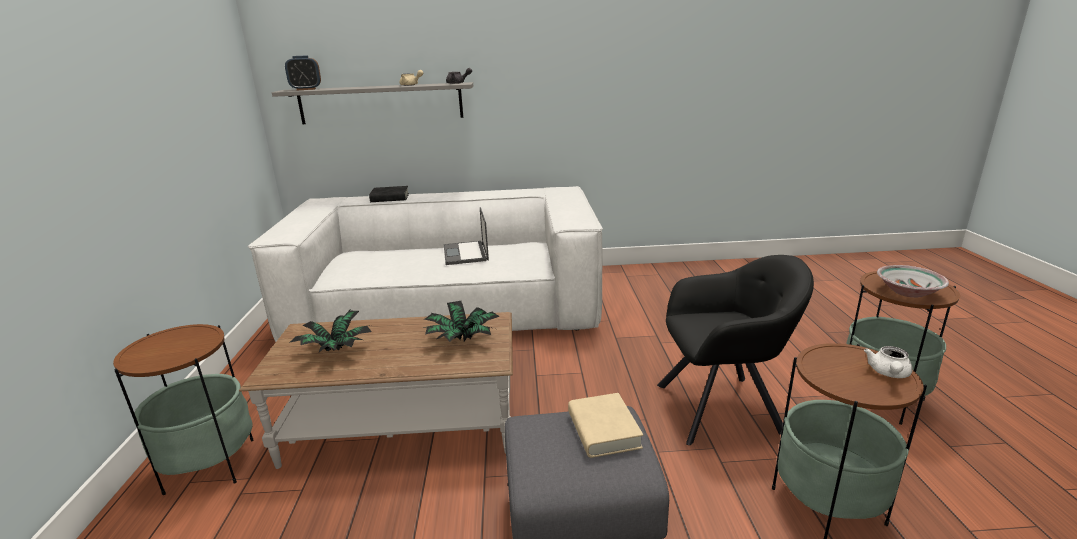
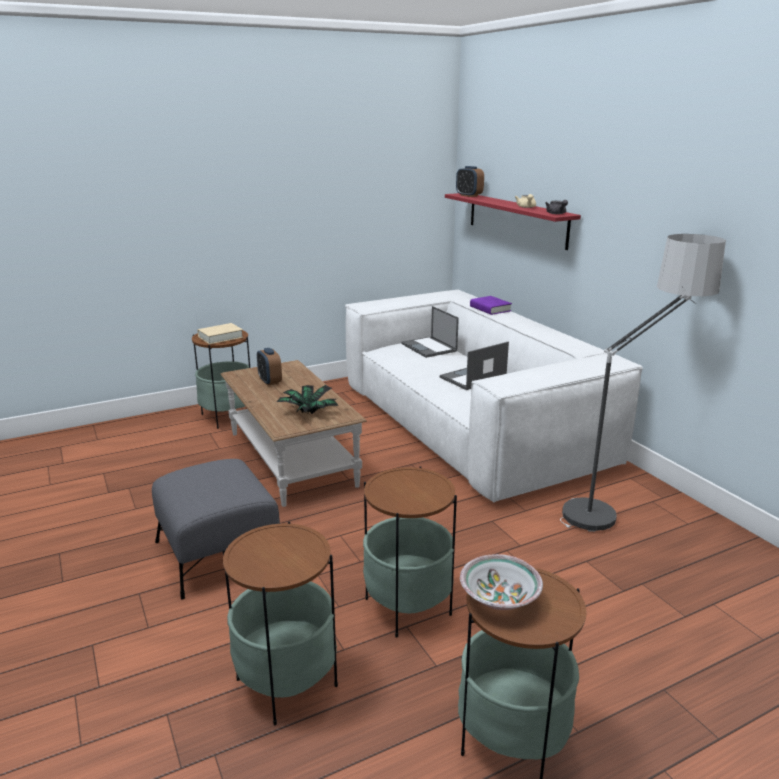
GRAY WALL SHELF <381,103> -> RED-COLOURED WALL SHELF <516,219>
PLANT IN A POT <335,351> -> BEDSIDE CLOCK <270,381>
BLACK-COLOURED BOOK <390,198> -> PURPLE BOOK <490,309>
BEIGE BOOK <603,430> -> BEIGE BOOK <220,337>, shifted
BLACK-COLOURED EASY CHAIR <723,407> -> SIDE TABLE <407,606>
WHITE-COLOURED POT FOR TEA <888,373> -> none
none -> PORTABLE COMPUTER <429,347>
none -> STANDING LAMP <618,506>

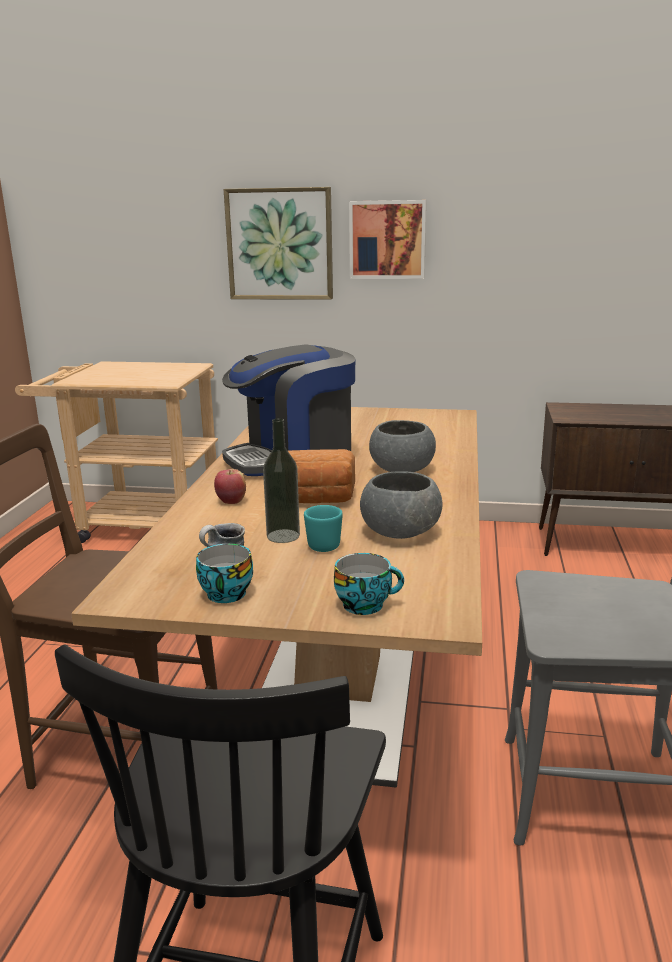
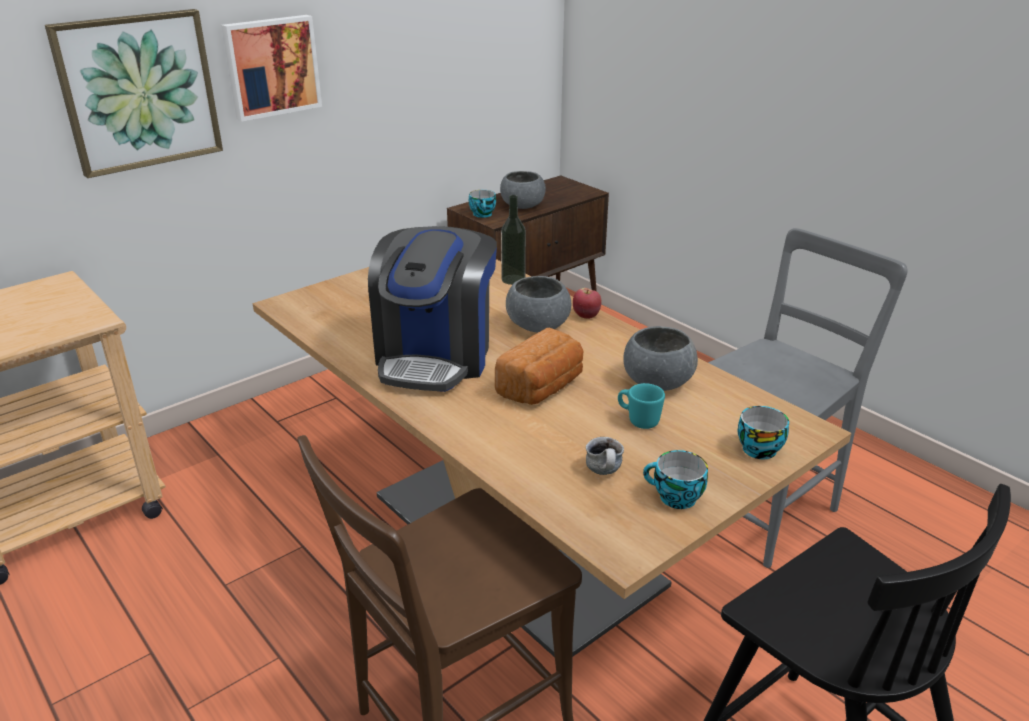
WHOLE APPLE <231,501> -> WHOLE APPLE <586,316>, shifted
BOTTLE <283,536> -> BOTTLE <513,279>, shifted
none -> SMALL CUP <483,215>
none -> GRAY SERVING BOWL <522,206>

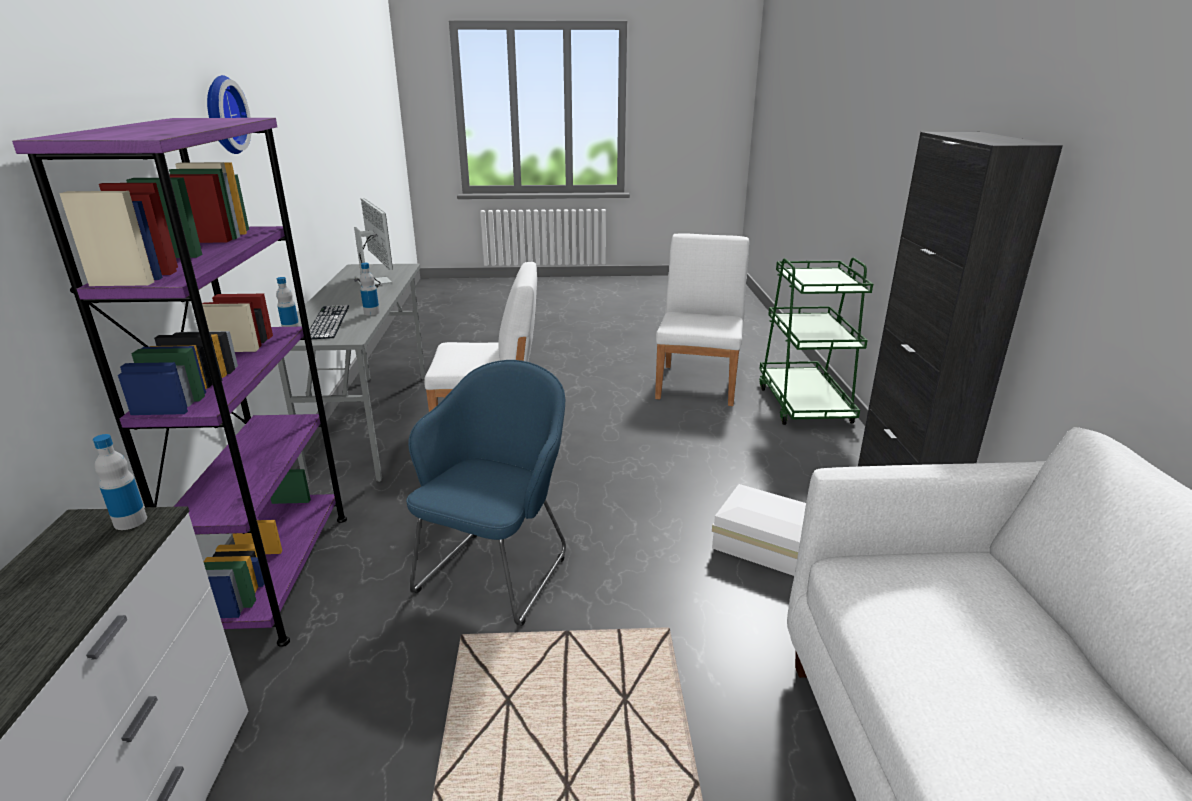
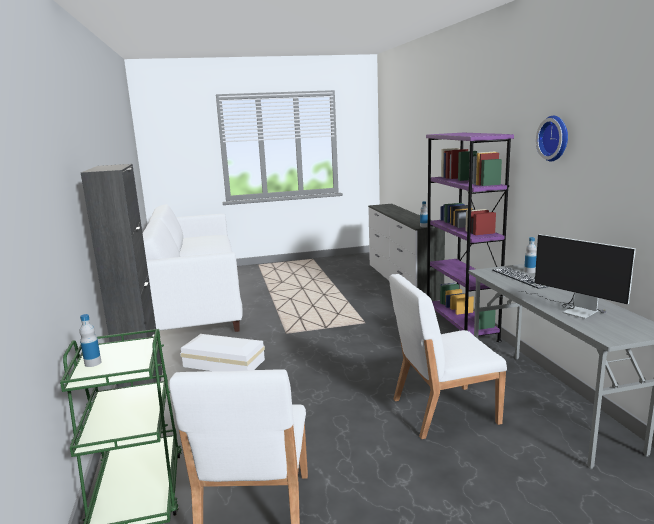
BOTTLE <371,313> -> BOTTLE <93,363>, shifted
BLUE-COLOURED EASY CHAIR <498,569> -> none

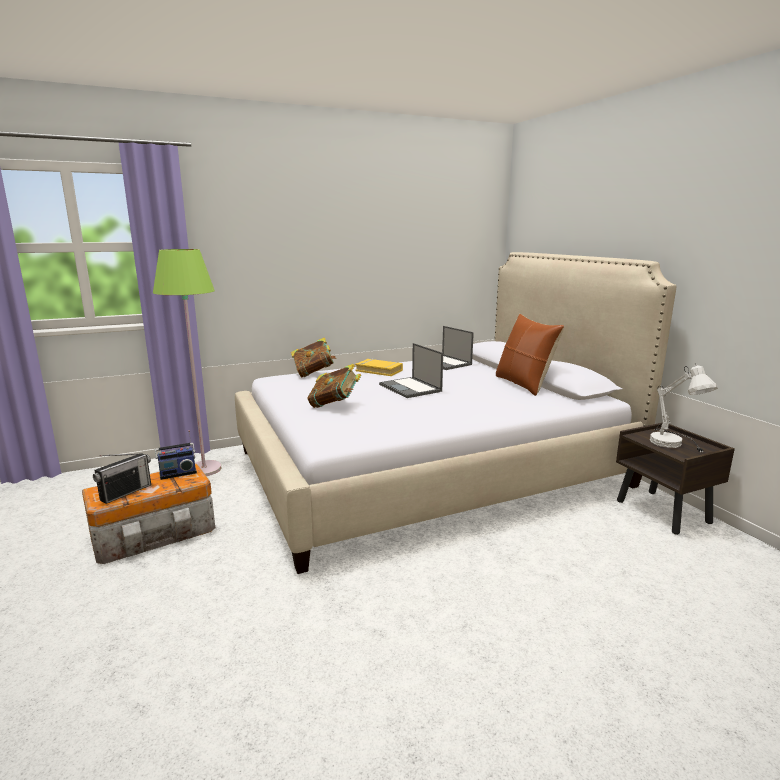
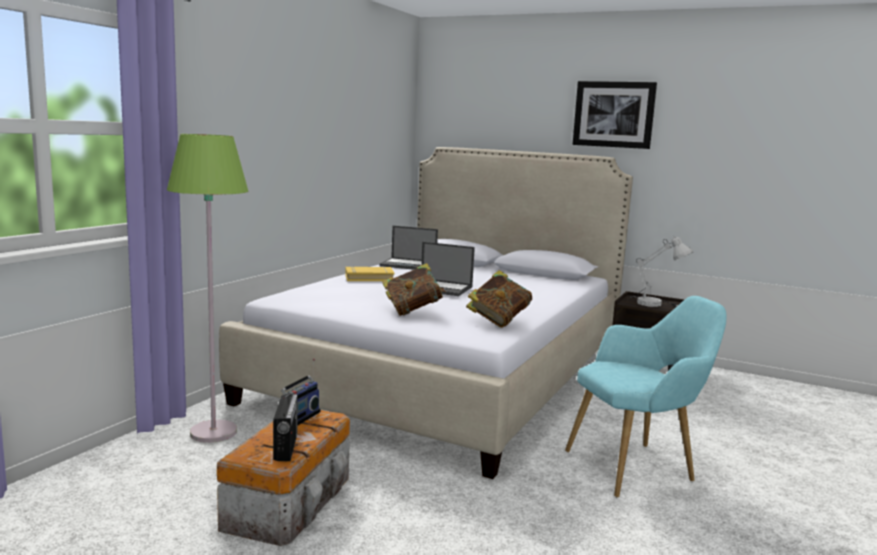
BOOK <314,374> -> BOOK <498,321>, shifted
BROWNISH THROW PILLOW <524,384> -> none
none -> TURQUOISE EASY CHAIR <637,467>
none -> WALL PICTURE <613,114>

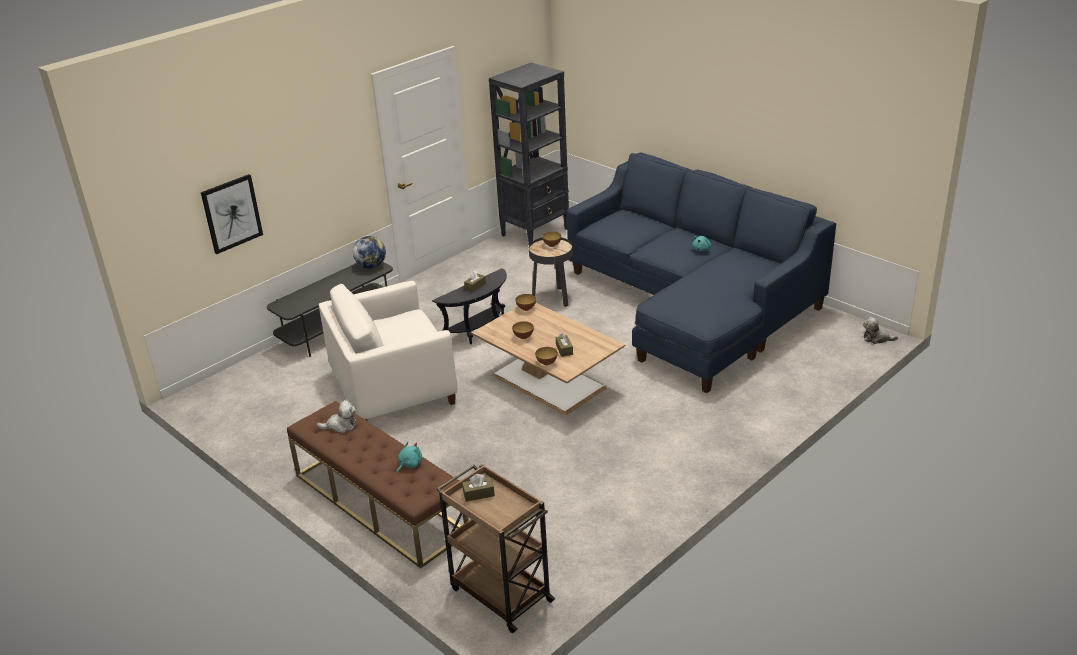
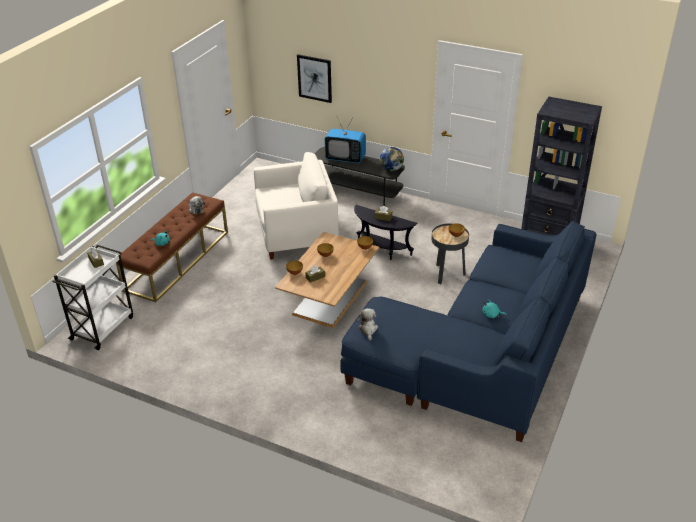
WHITE-COLOURED EASY CHAIR <393,388> -> WHITE-COLOURED EASY CHAIR <296,233>, 120 degrees clockwise
BROWNISH TROLLEY <499,593> -> WHITE-COLOURED TROLLEY <103,327>
CUDDLY TOY <876,338> -> CUDDLY TOY <368,329>, shifted
none -> TV SET <345,158>

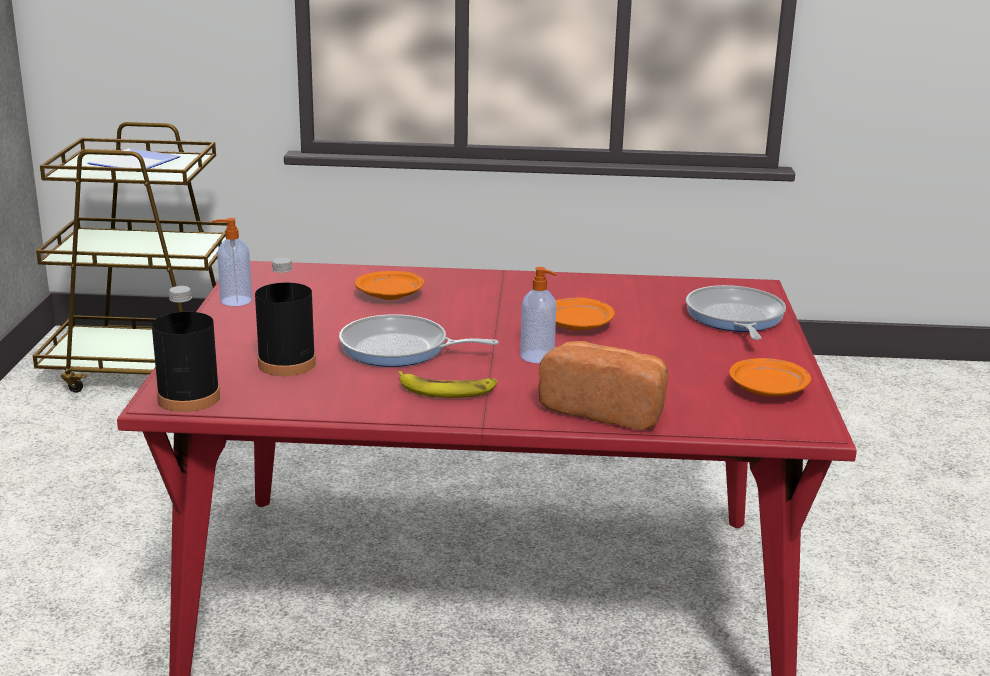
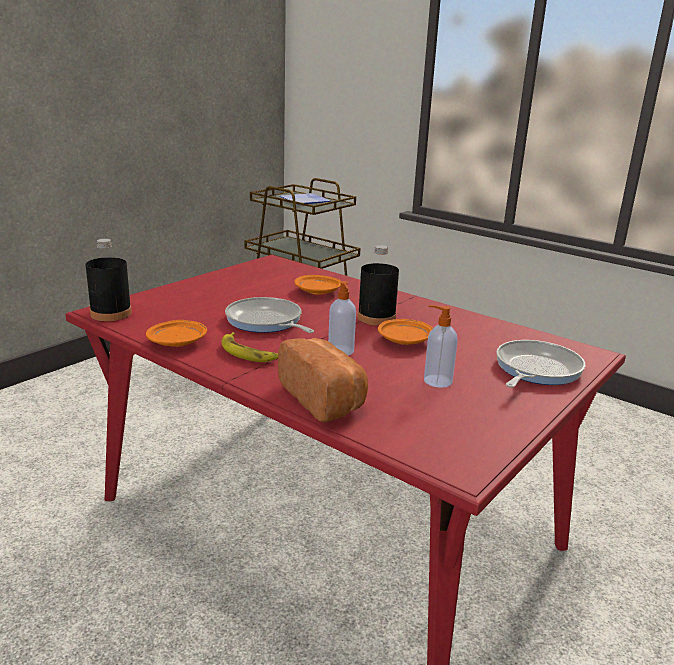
SOAP BOTTLE <235,301> -> SOAP BOTTLE <436,381>, shifted
BLACK-COLOURED BOTTLE <287,364> -> BLACK-COLOURED BOTTLE <376,318>, shifted
ORANGEY FLAT DISH <768,389> -> ORANGEY FLAT DISH <178,342>, shifted

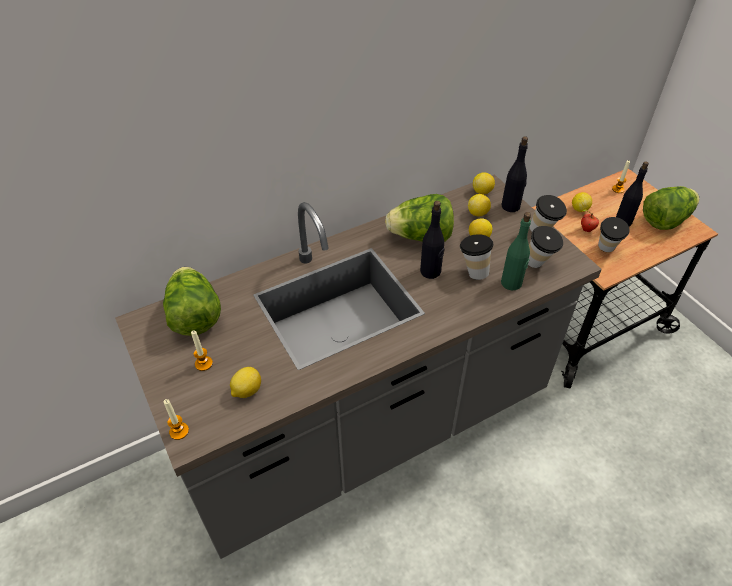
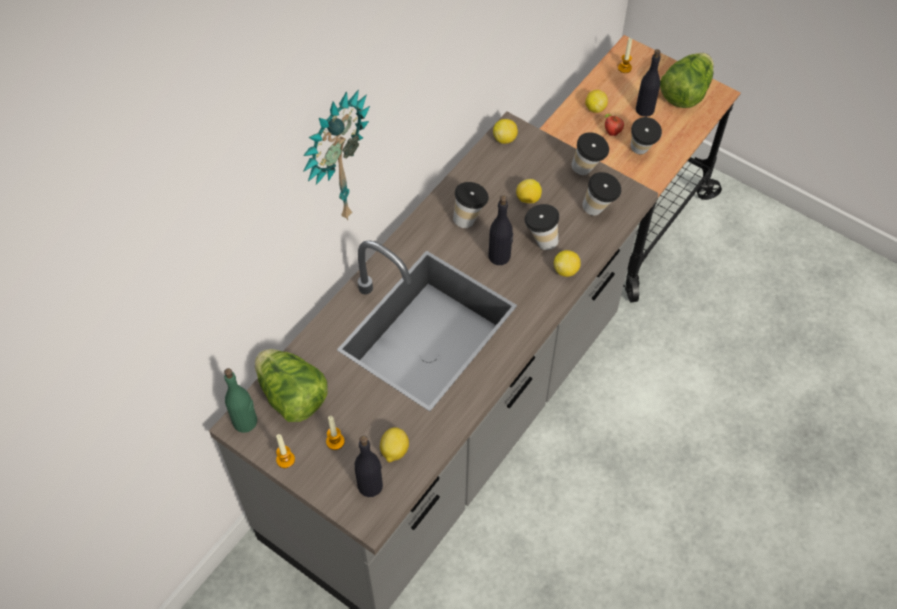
WAX LIGHT <179,431> -> WAX LIGHT <285,459>, shifted
HEAD OF LETTUCE <421,237> -> SMALL CUP <469,218>
LEMON <478,213> -> LEMON <566,270>, shifted
GREEN-COLOURED BOTTLE <511,283> -> GREEN-COLOURED BOTTLE <245,422>, shifted
BLACK-COLOURED BOTTLE <511,206> -> BLACK-COLOURED BOTTLE <370,485>, shifted
none -> HANGING CLOCK <334,161>

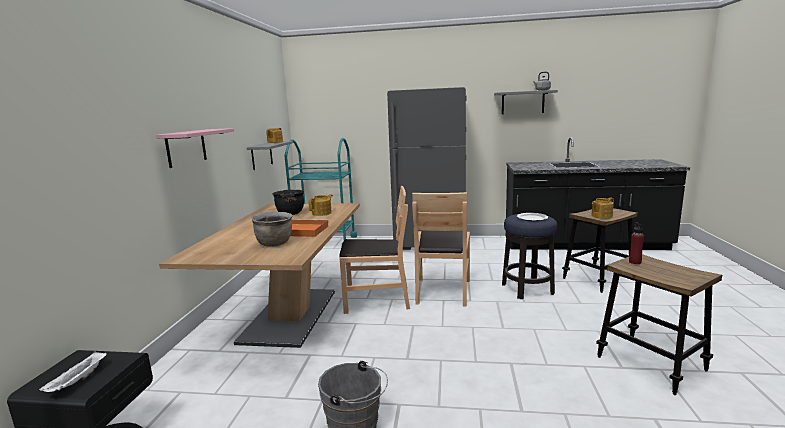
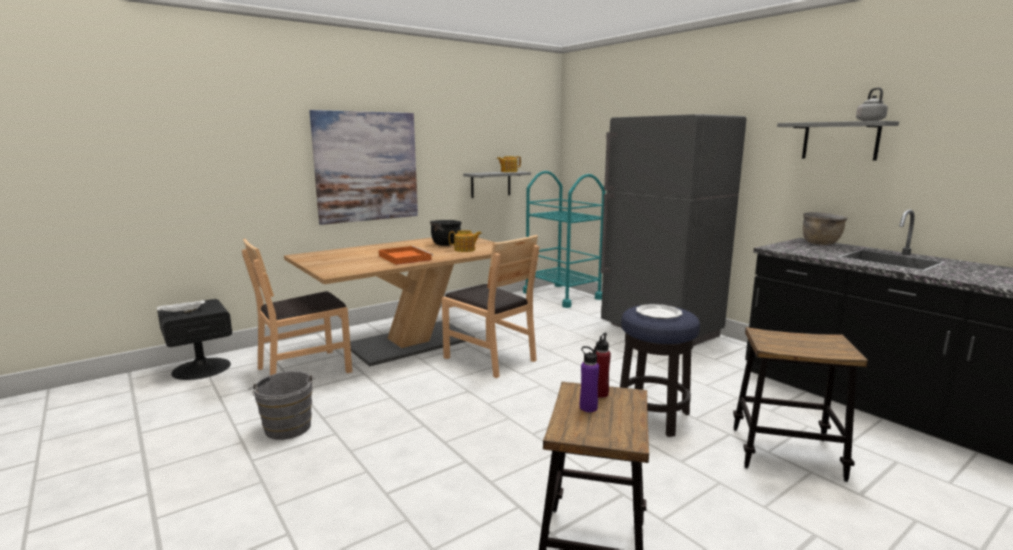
PINKISH WALL SHELF <186,147> -> WALL PICTURE <367,167>
BROWNISH SAUCEPOT <275,244> -> BROWNISH SAUCEPOT <821,243>, shifted
BROWNISH UPRIGHT CHAIR <442,291> -> BROWNISH UPRIGHT CHAIR <304,369>, shifted
POT FOR TEA <601,216> -> none
none -> PURPLE BOTTLE <588,408>

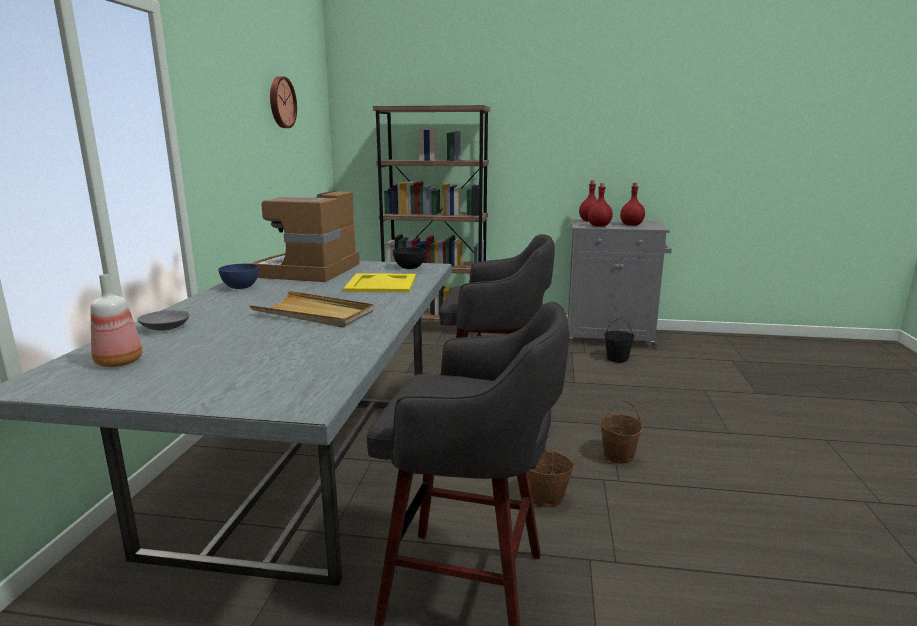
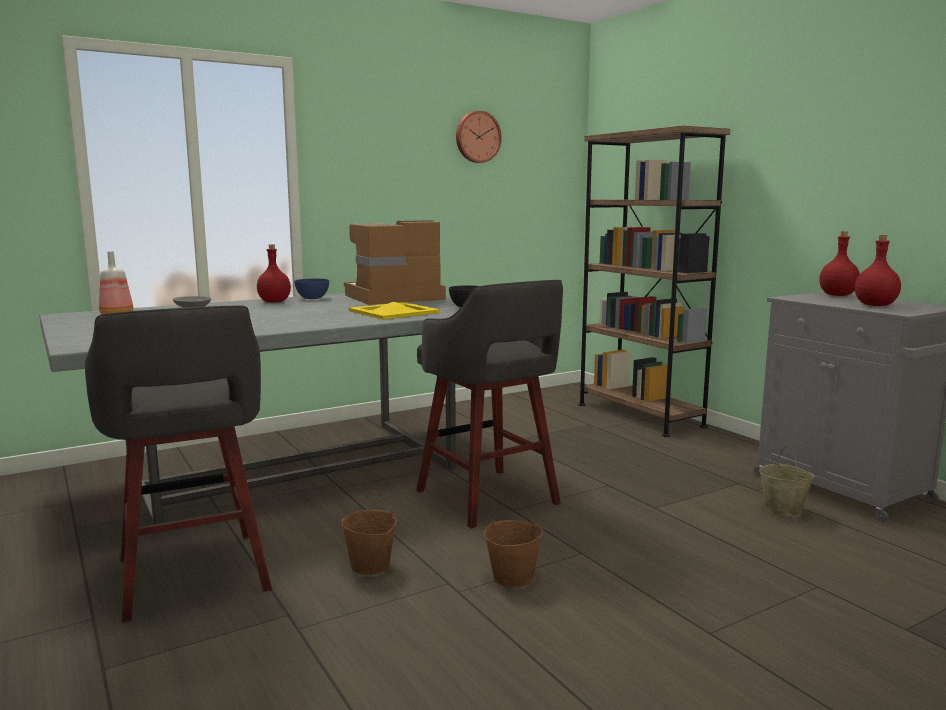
BEIGE SERVING TRAY <314,313> -> none
RED-COLOURED BOTTLE <599,226> -> RED-COLOURED BOTTLE <275,302>, shifted
BLACK-COLOURED BUCKET <617,359> -> BEIGE BUCKET <783,510>

